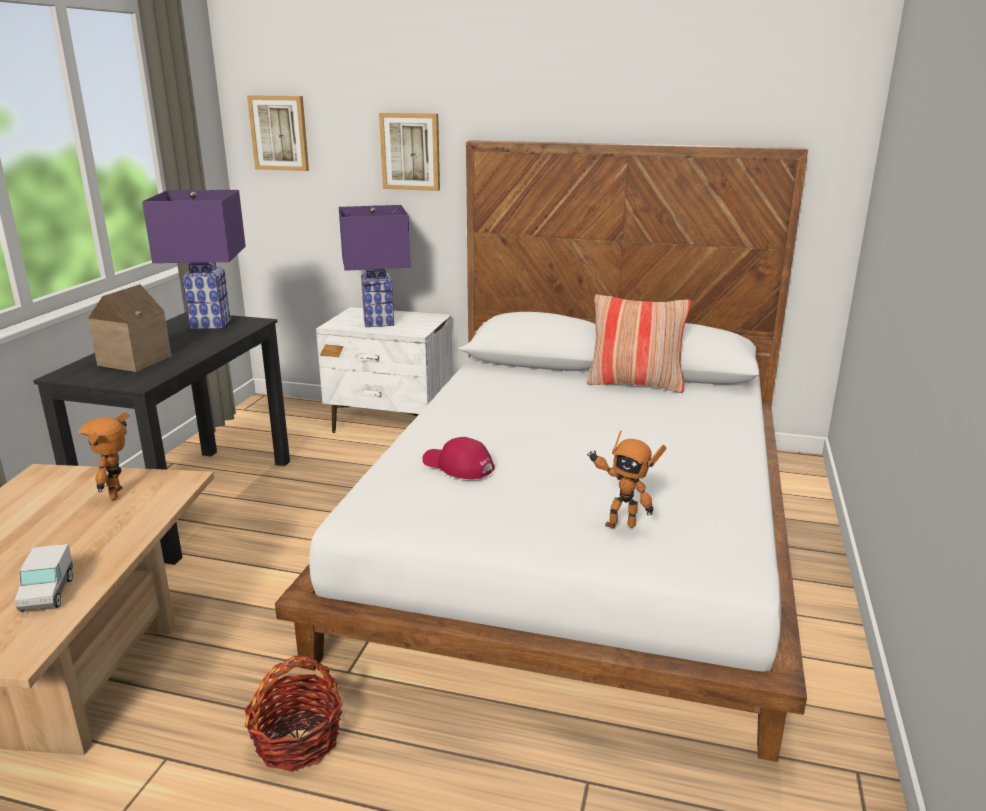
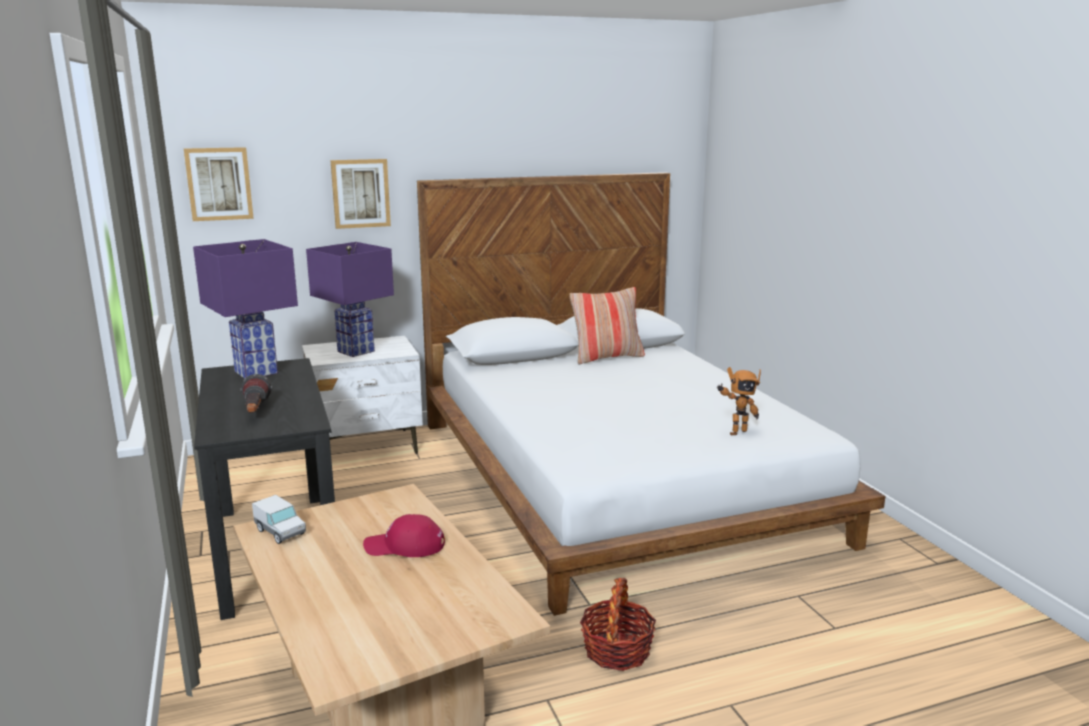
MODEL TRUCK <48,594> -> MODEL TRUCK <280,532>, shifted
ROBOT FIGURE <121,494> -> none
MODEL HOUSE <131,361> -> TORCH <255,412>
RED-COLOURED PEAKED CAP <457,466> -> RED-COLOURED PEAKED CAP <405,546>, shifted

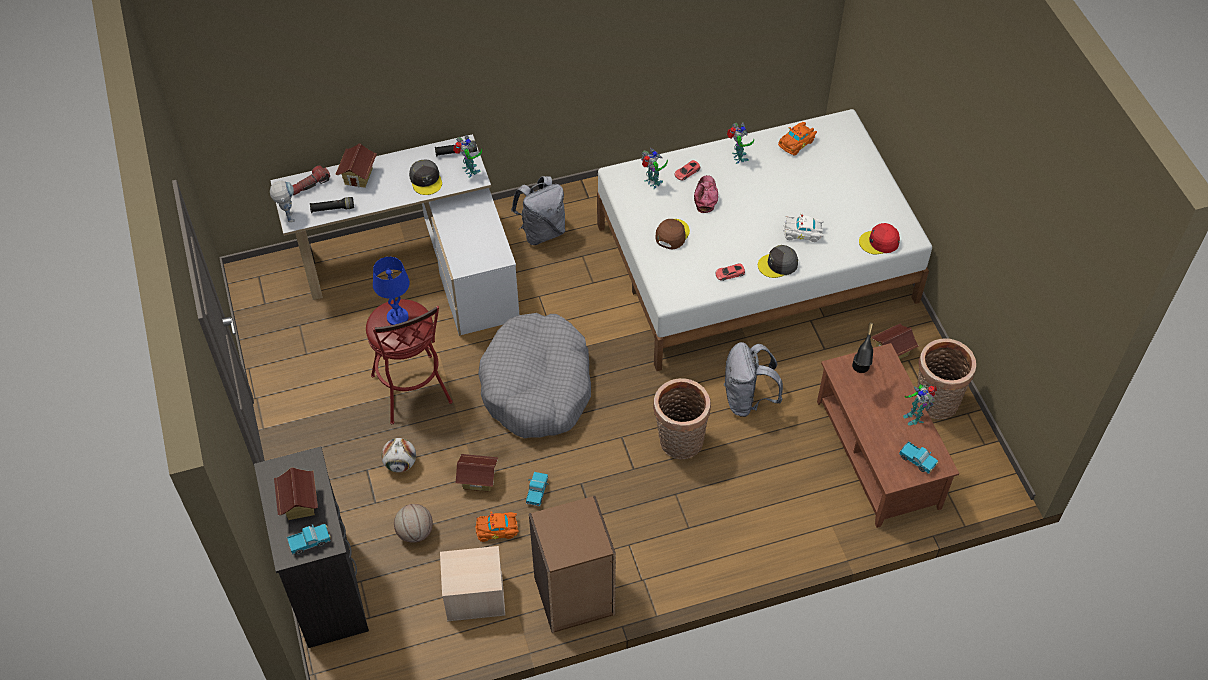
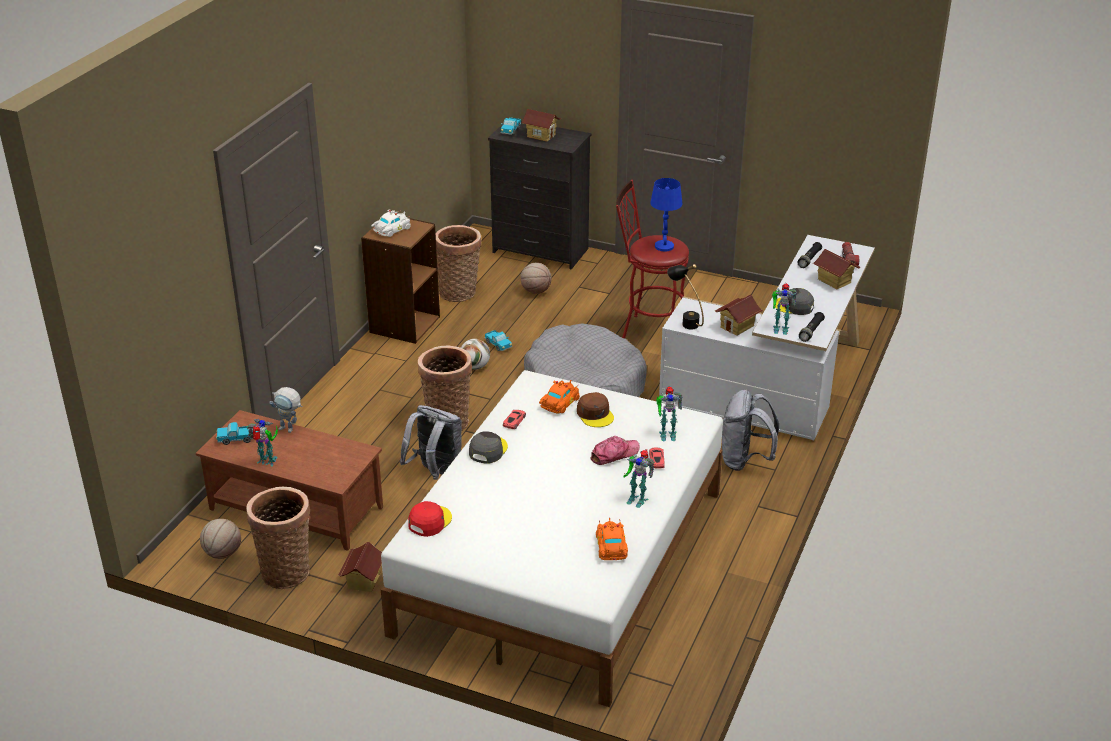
ROBOT FIGURE <288,215> -> ROBOT FIGURE <290,429>, shifted
FOOTBALL <400,464> -> FOOTBALL <475,367>, shifted
BEIGE STORAGE BOX <474,597> -> STORAGE BASKET <460,292>
MODEL HOUSE <478,480> -> MODEL HOUSE <737,327>, shifted
ORANGEY TOY CAR <498,530> -> ORANGEY TOY CAR <558,403>, shifted
PEAKED CAP <705,196> -> PEAKED CAP <614,454>, 75 degrees counterclockwise
WHITE-COLOURED TOY CAR <803,233> -> WHITE-COLOURED TOY CAR <391,230>, shifted
BLACK-COLOURED TABLETOP LAMP <859,373> -> BLACK-COLOURED TABLETOP LAMP <685,321>, shifted
none -> BALL FOR BASKETBALL <222,553>

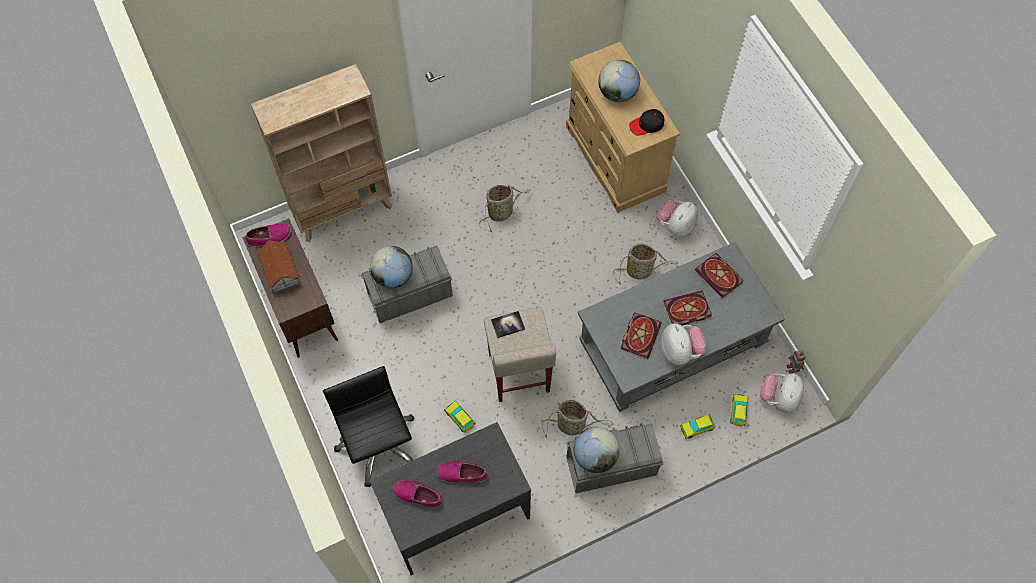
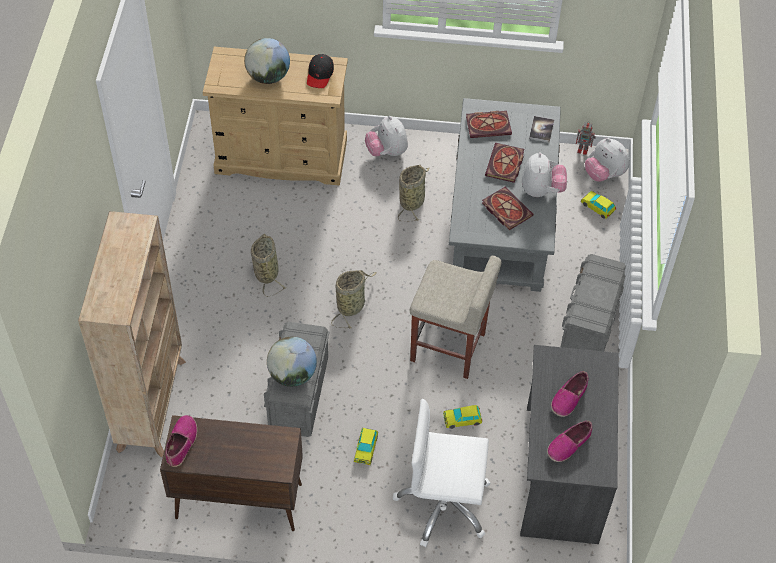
MODEL HOUSE <280,272> -> none
BLACK-COLOURED COMPUTER CHAIR <378,445> -> WHITE-COLOURED COMPUTER CHAIR <443,504>
BOOK <508,324> -> BOOK <541,130>, shifted
STORAGE BASKET <573,425> -> STORAGE BASKET <352,305>, shifted
WORLD GLOBE <594,456> -> none
CUDDLY TOY <680,351> -> CUDDLY TOY <541,190>, 75 degrees clockwise
TOY CAR <696,428> -> TOY CAR <366,449>, shifted

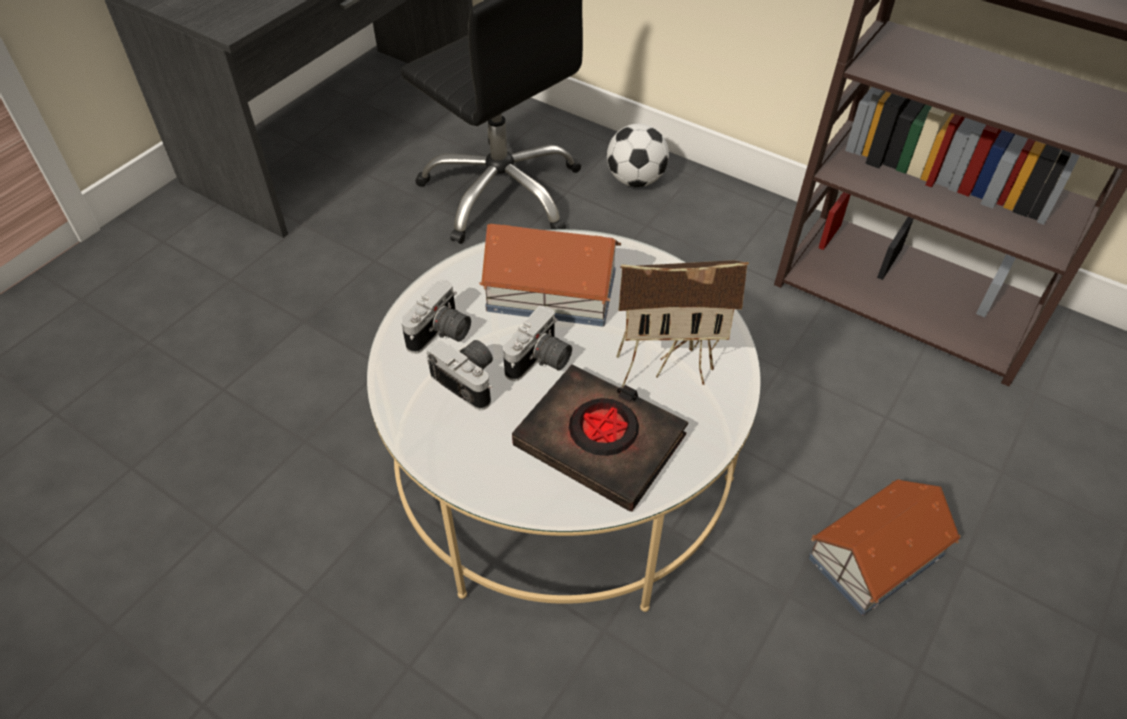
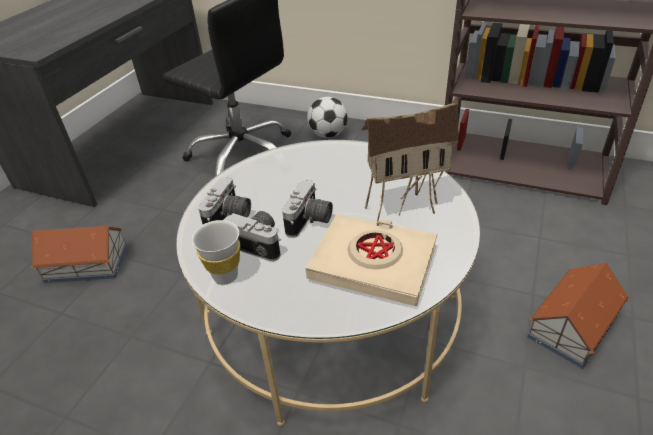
MODEL HOUSE <550,290> -> MODEL HOUSE <86,263>, shifted
BLACK-COLOURED BOOK <600,441> -> BEIGE BOOK <373,264>
none -> WHITE-COLOURED SMALL CUP <225,276>

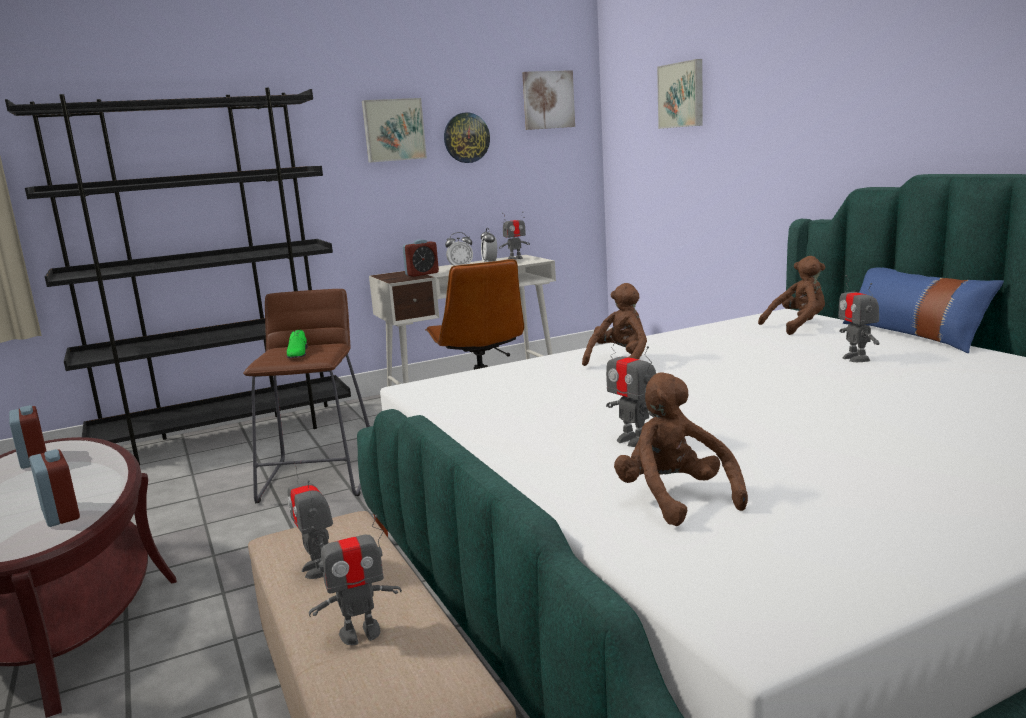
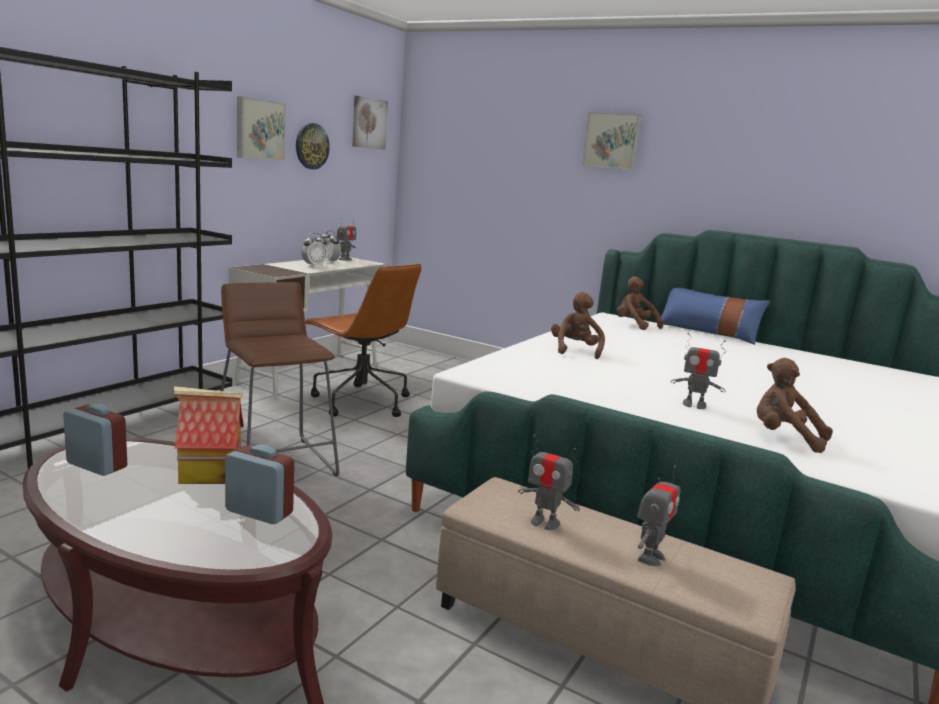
GREEN-COLOURED LOW SHOE <297,353> -> none
BEDSIDE CLOCK <422,274> -> none
WALL PICTURE <682,95> -> WALL PICTURE <612,141>, shifted
BROWNISH CUDDLY TOY <797,326> -> BROWNISH CUDDLY TOY <634,325>, 75 degrees counterclockwise
ROBOT FIGURE <856,358> -> none
none -> MODEL HOUSE <209,474>

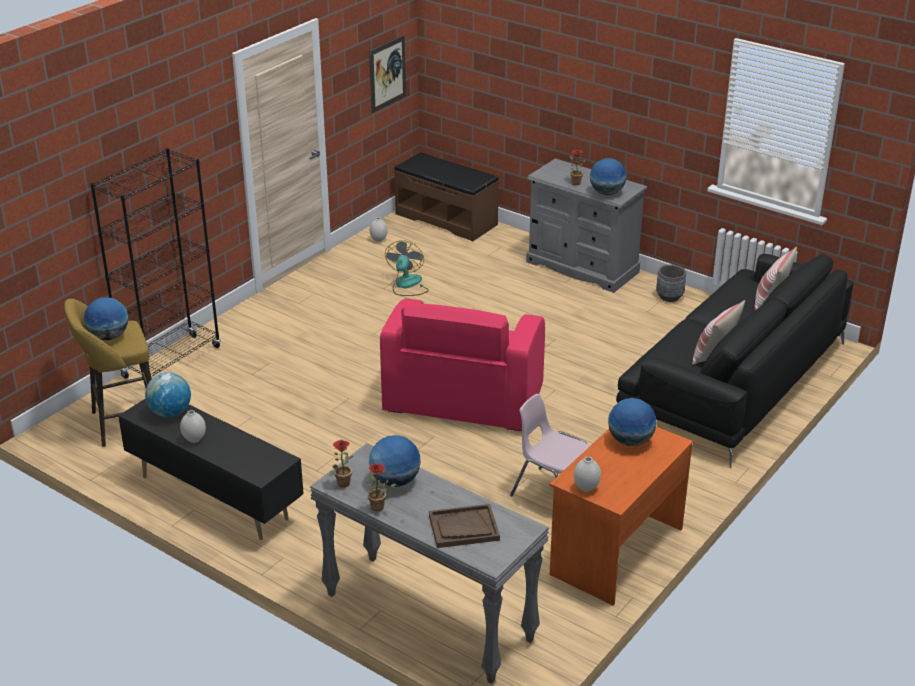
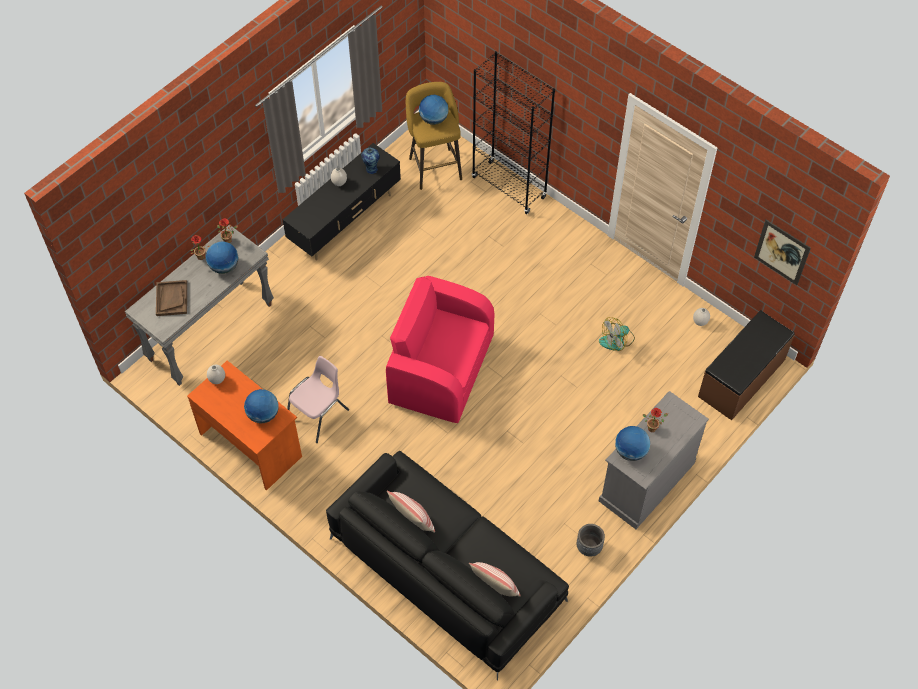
WORLD GLOBE <170,413> -> DECORATIVE VASE <371,169>
FAN <407,285> -> FAN <617,340>, 135 degrees clockwise

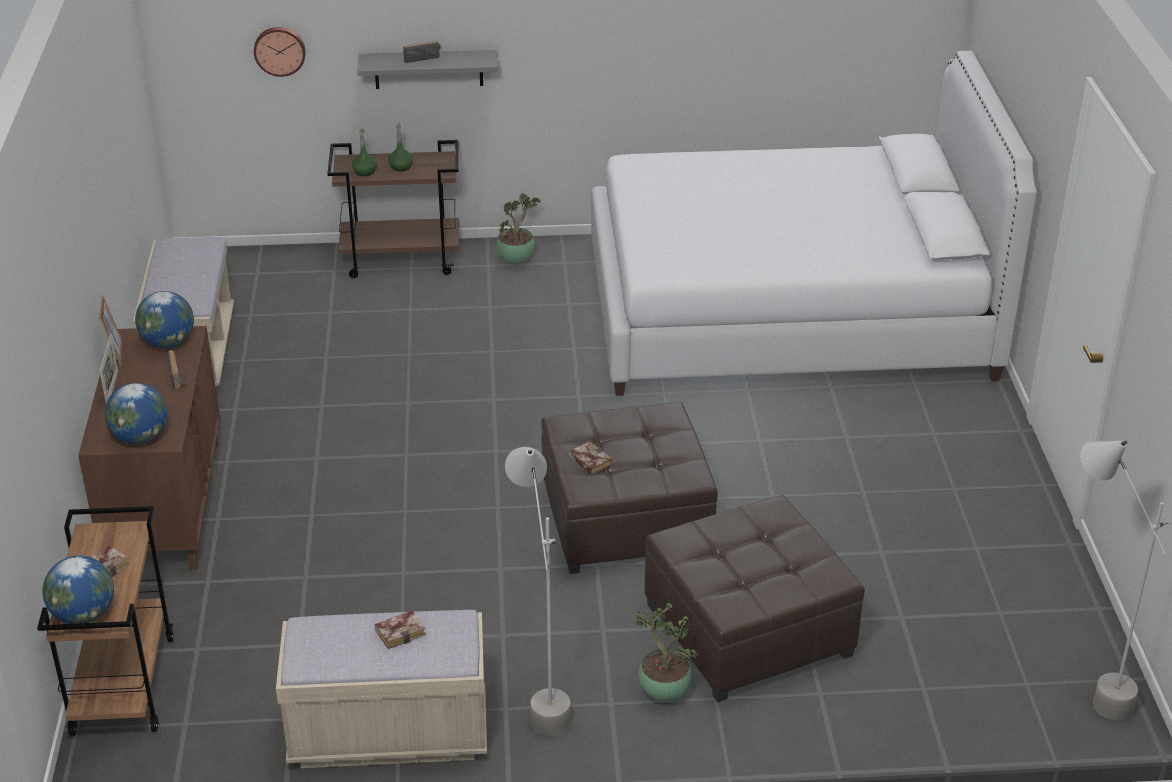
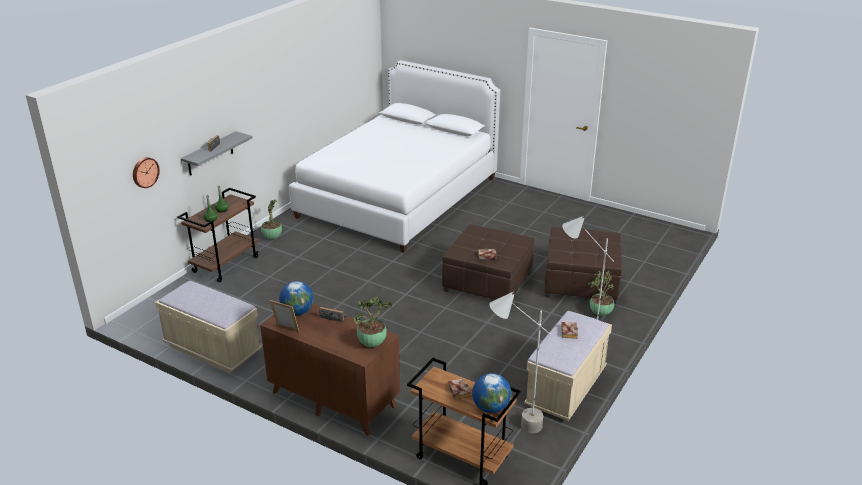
STANDING FRAME <112,389> -> none
WORLD GLOBE <141,438> -> PLANT IN A POT <373,343>
GRAY STANDING LAMP <1085,687> -> GRAY STANDING LAMP <513,426>, shifted

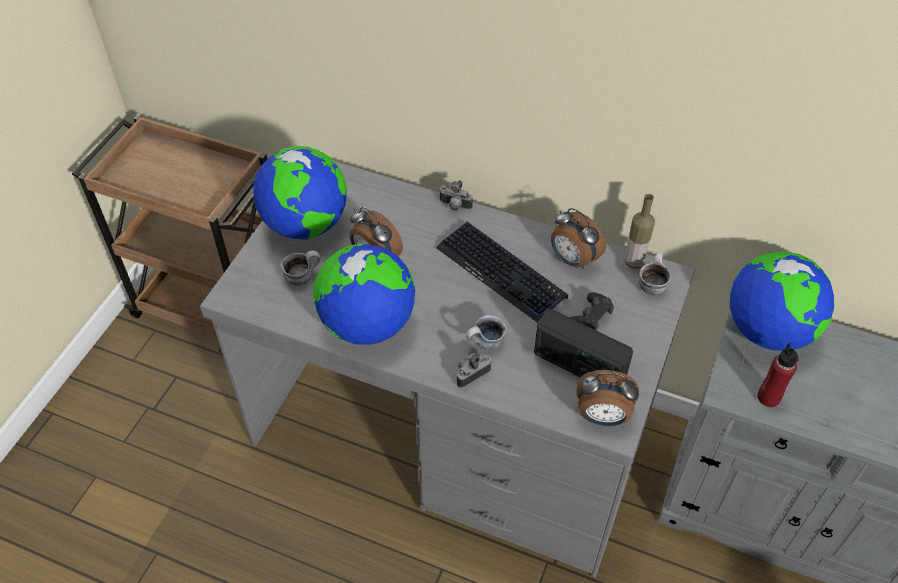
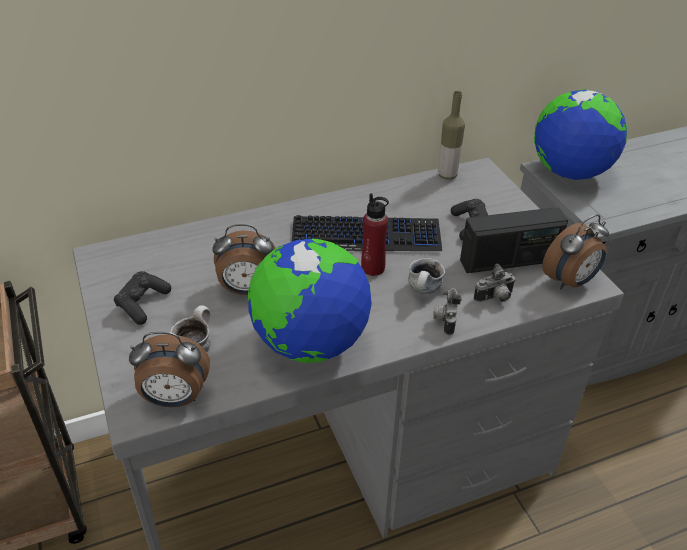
WORLD GLOBE <306,224> -> BLACK-COLOURED GAMEPAD <142,304>
STILL CAMERA <454,206> -> STILL CAMERA <495,298>, shifted
BEDSIDE CLOCK <572,260> -> BEDSIDE CLOCK <175,399>, shifted
COFFEE MUG <651,284> -> none
RED-COLOURED BOTTLE <768,397> -> RED-COLOURED BOTTLE <373,268>, shifted

